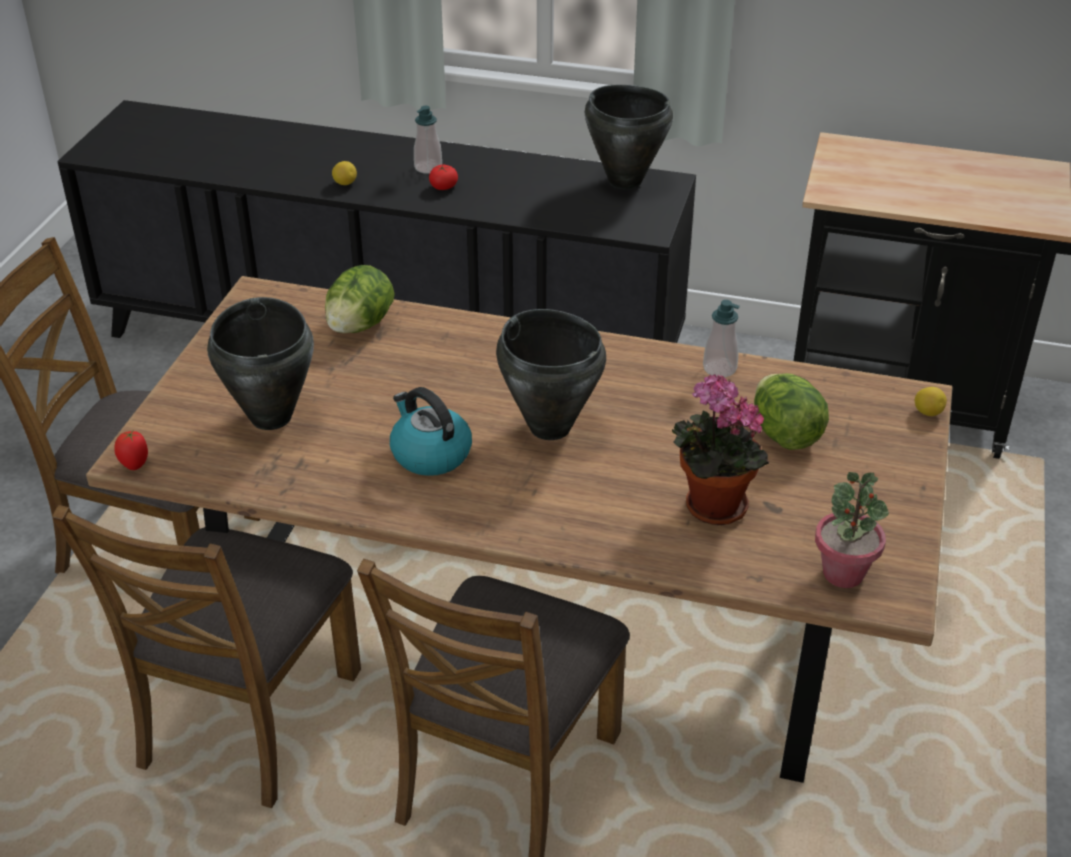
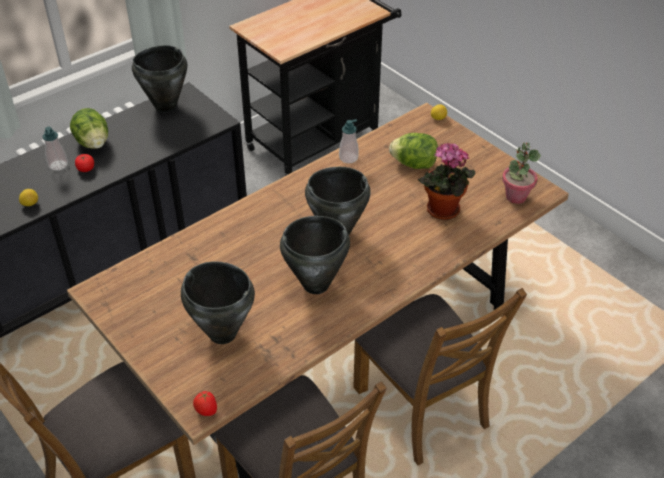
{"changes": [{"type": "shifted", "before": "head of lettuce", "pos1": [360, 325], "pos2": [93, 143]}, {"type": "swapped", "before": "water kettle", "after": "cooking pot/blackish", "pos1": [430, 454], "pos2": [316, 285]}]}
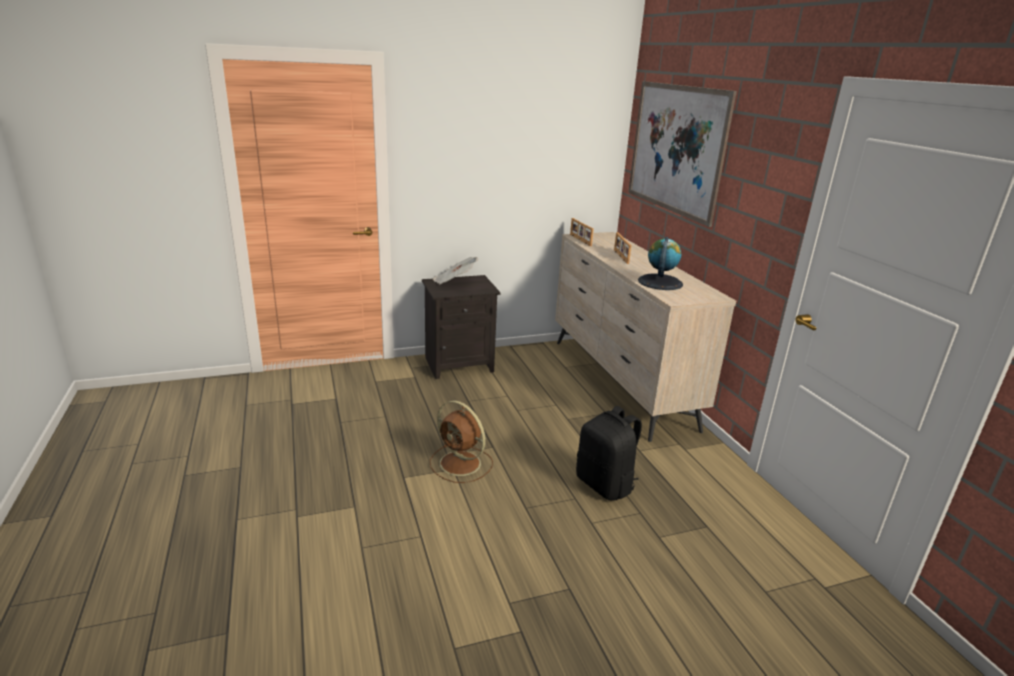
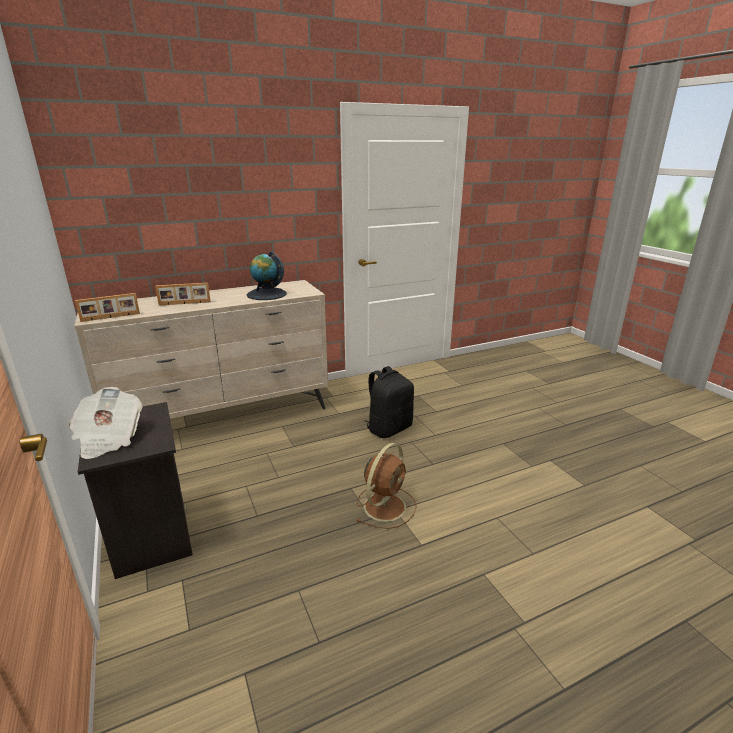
{"changes": [{"type": "gone", "before": "picture", "pos1": [675, 149]}]}
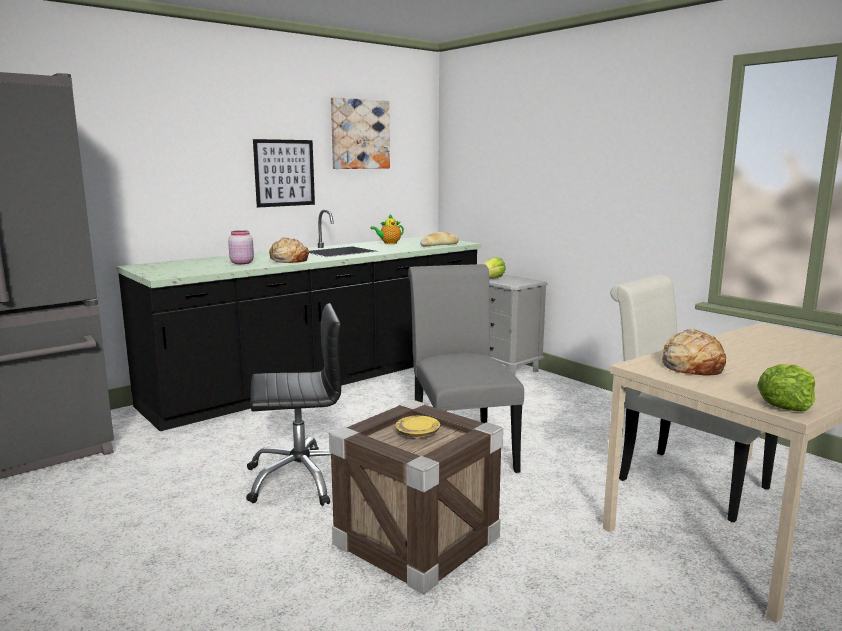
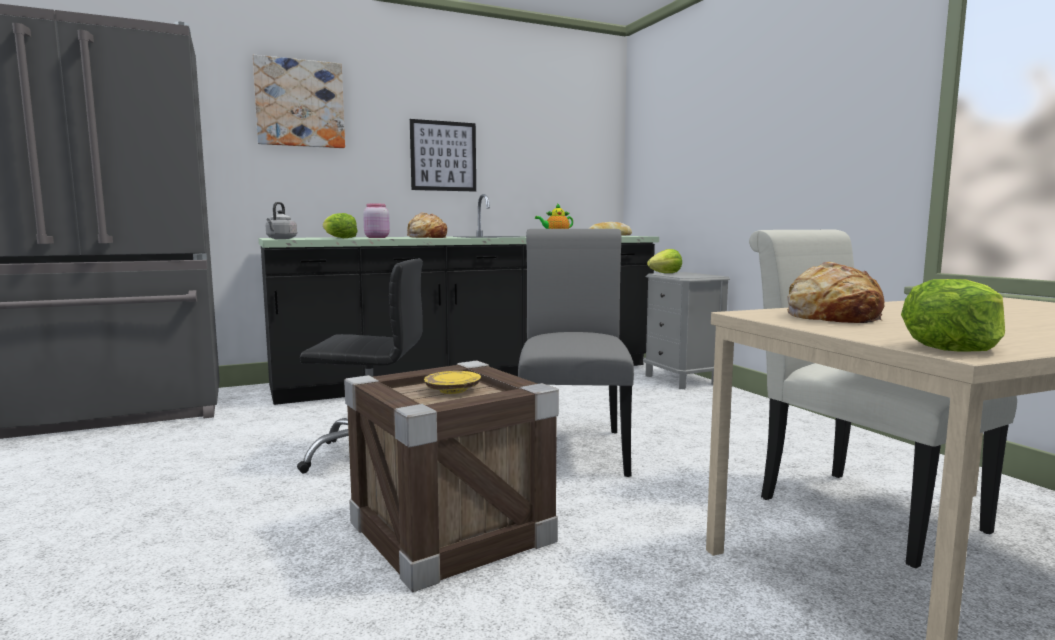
{"changes": [{"type": "new", "after": "water kettle/grey", "pos2": [281, 239]}, {"type": "new", "after": "head of lettuce", "pos2": [339, 238]}, {"type": "shifted", "before": "picture", "pos1": [359, 134], "pos2": [300, 103]}]}
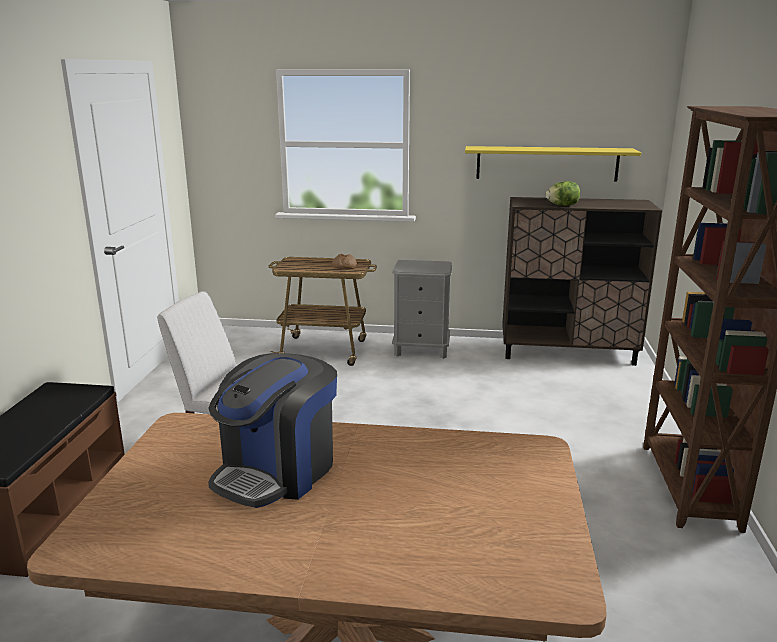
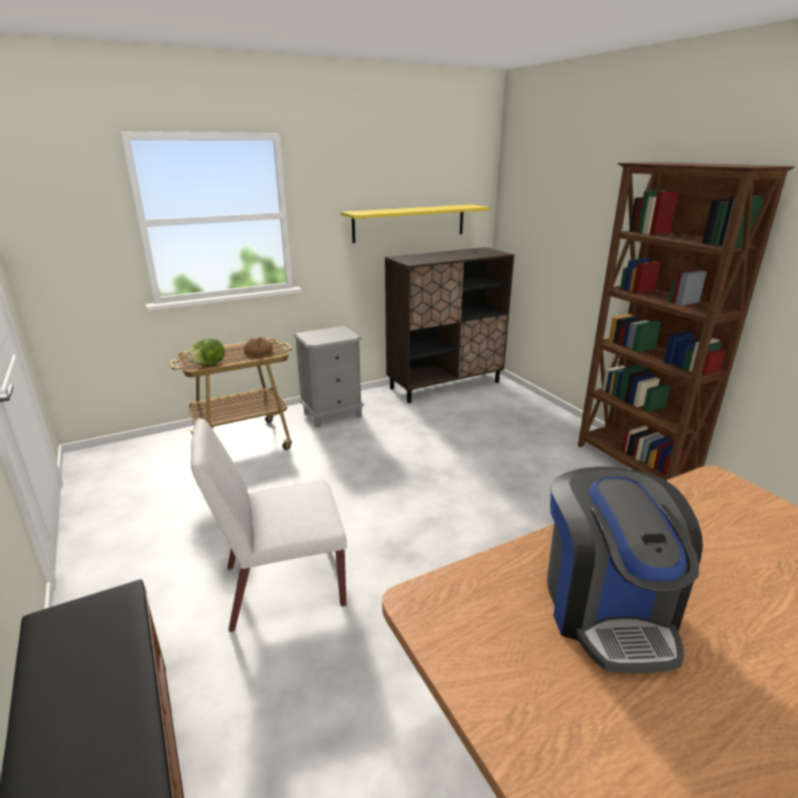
{"changes": [{"type": "shifted", "before": "head of lettuce", "pos1": [562, 205], "pos2": [208, 364]}]}
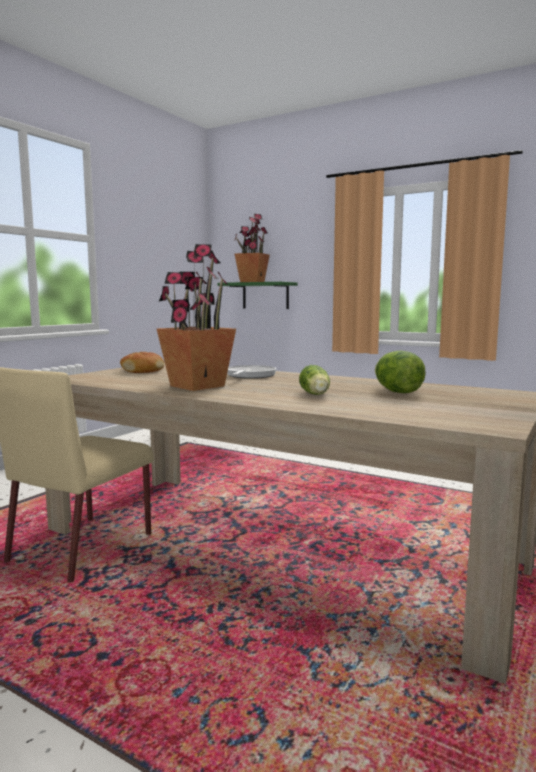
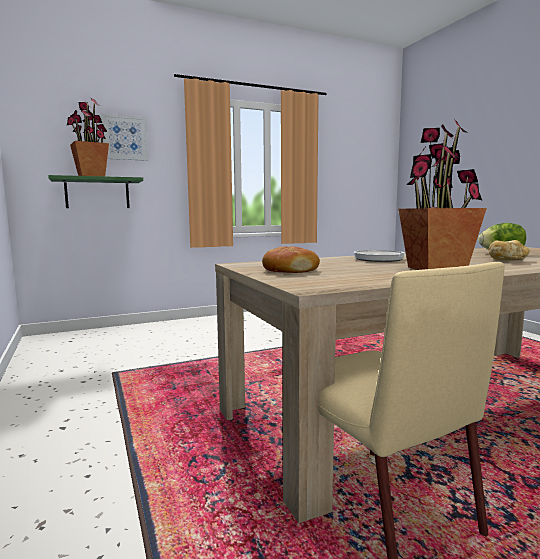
{"changes": [{"type": "new", "after": "picture", "pos2": [125, 138]}, {"type": "swapped", "before": "head of lettuce", "after": "bakery bread", "pos1": [315, 394], "pos2": [507, 260]}]}
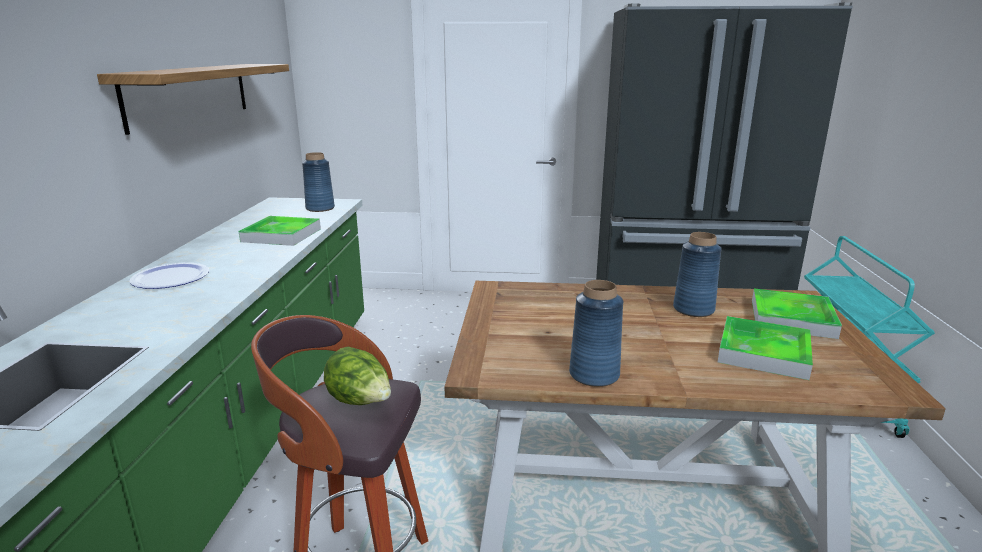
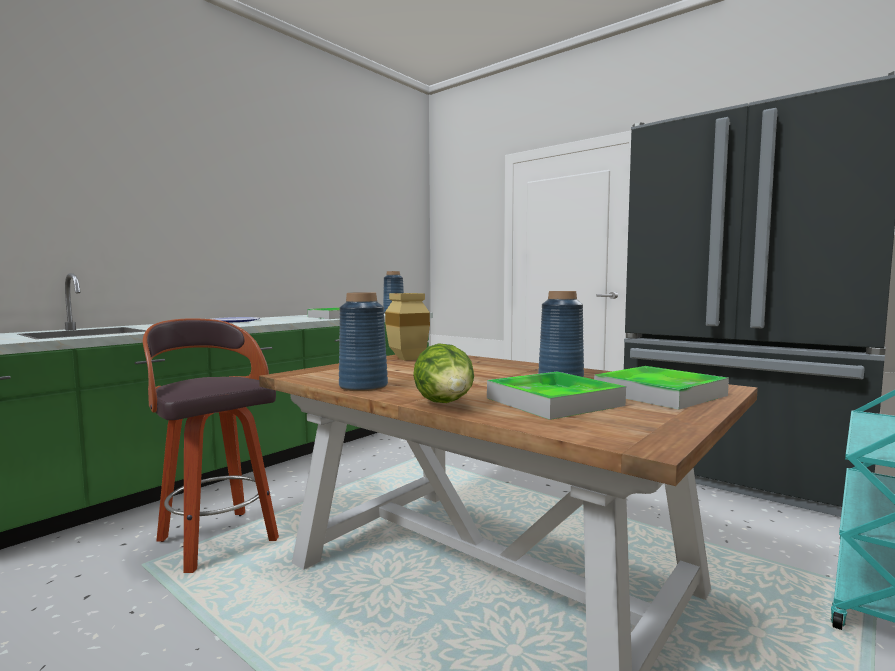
{"changes": [{"type": "gone", "before": "wall shelf", "pos1": [190, 94]}, {"type": "new", "after": "flower vase/beige", "pos2": [405, 359]}, {"type": "shifted", "before": "head of lettuce", "pos1": [360, 402], "pos2": [445, 404]}]}
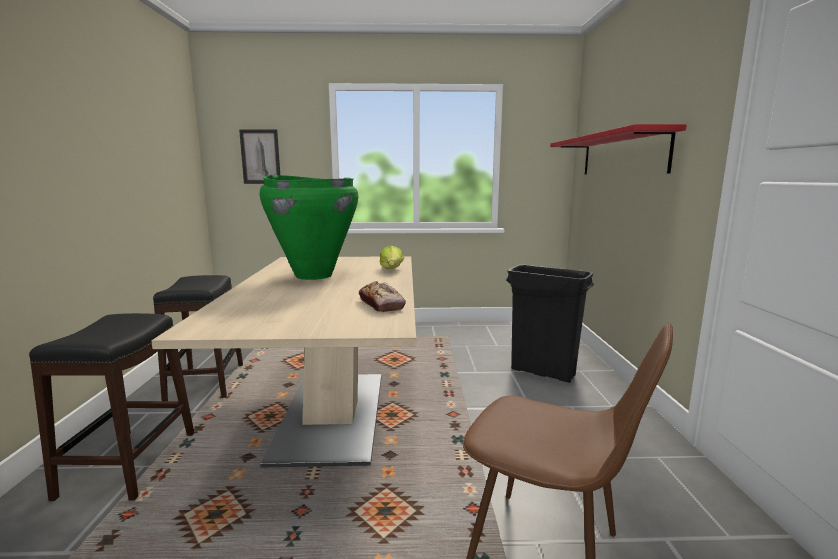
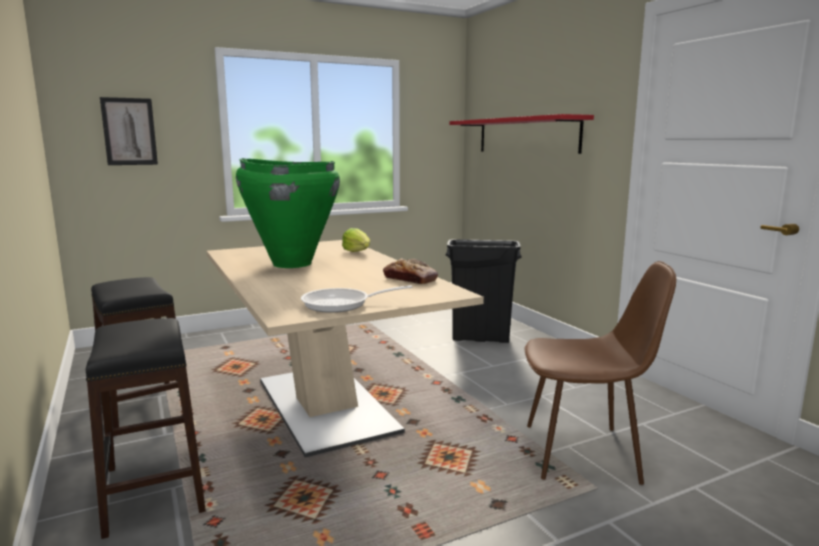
{"changes": [{"type": "new", "after": "pan", "pos2": [342, 304]}]}
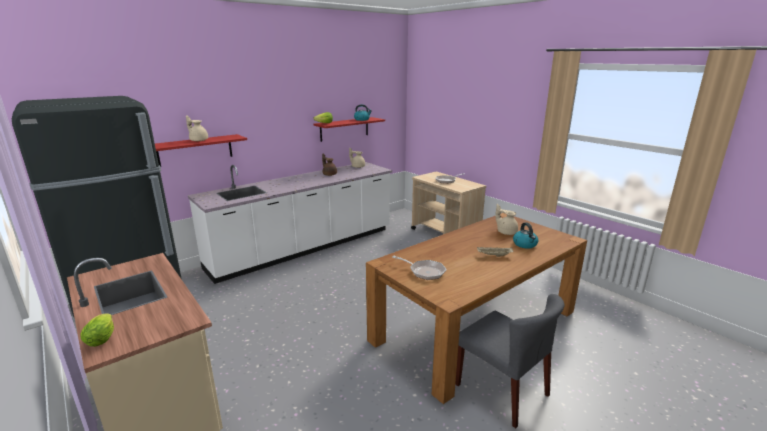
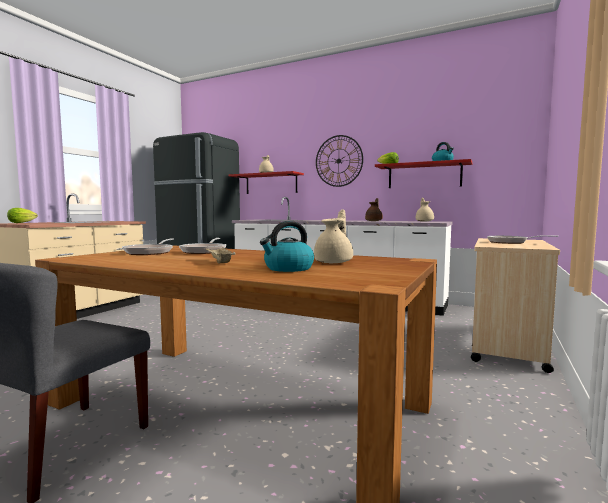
{"changes": [{"type": "new", "after": "pan", "pos2": [205, 251]}, {"type": "new", "after": "hanging clock", "pos2": [338, 161]}]}
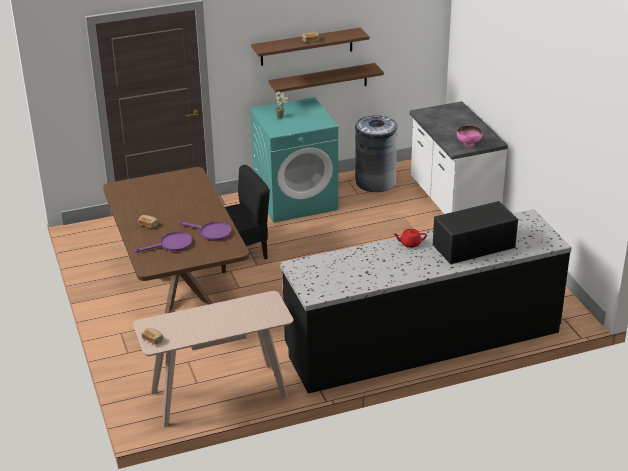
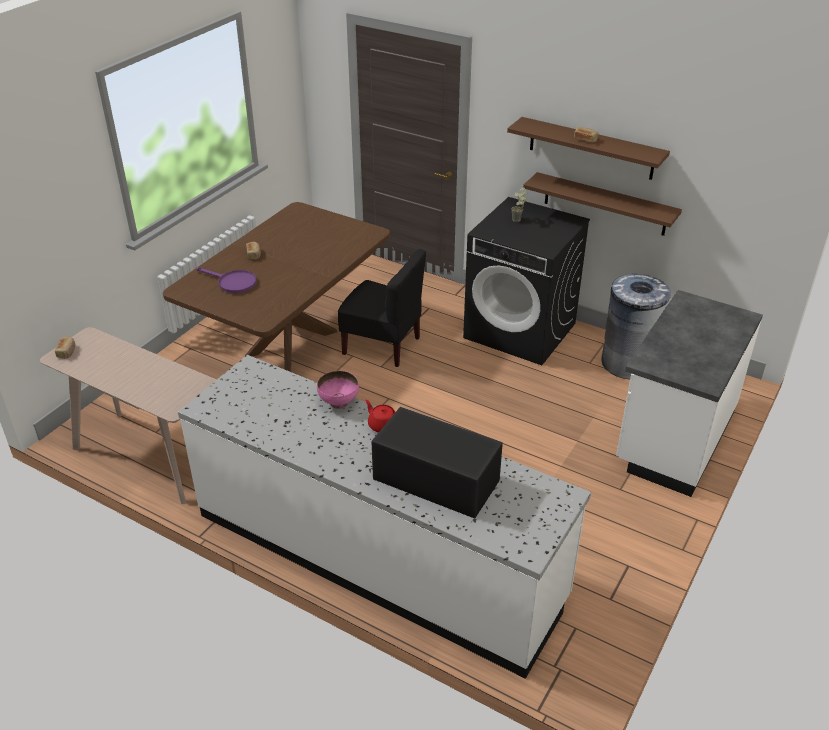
{"changes": [{"type": "gone", "before": "pan/purple-coloured", "pos1": [211, 232]}, {"type": "shifted", "before": "bowl/pinkish", "pos1": [468, 144], "pos2": [338, 402]}, {"type": "repainted", "before": "laundry machine/turquoise", "after": "laundry machine/blackish", "pos1": [296, 200], "pos2": [520, 330]}, {"type": "repainted", "before": "kitchen base unit/blackish", "after": "kitchen base unit/whitish", "pos1": [422, 340], "pos2": [378, 555]}]}
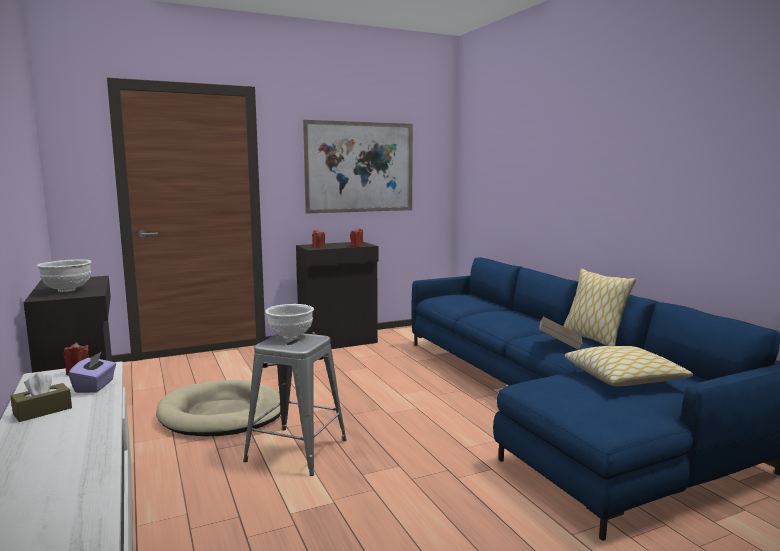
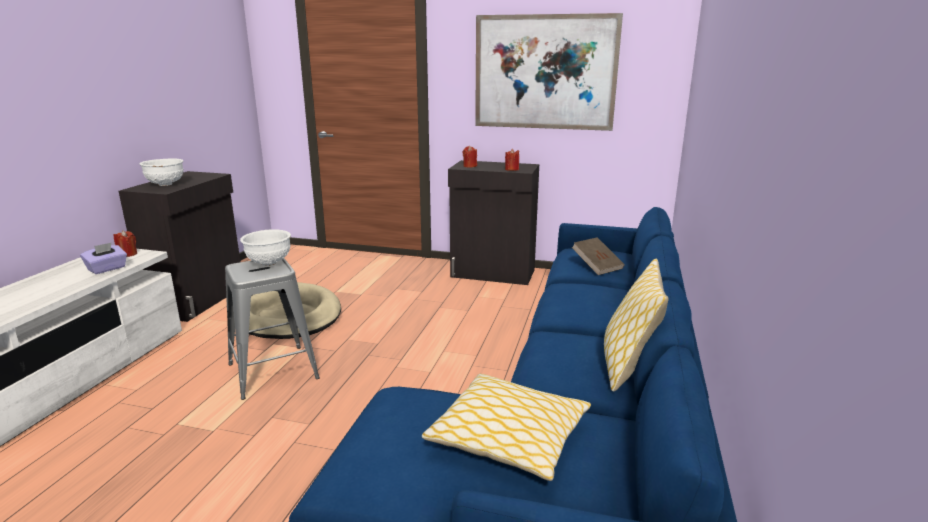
{"changes": [{"type": "gone", "before": "tissue box/brown", "pos1": [42, 411]}, {"type": "shifted", "before": "book/brown", "pos1": [560, 344], "pos2": [597, 266]}]}
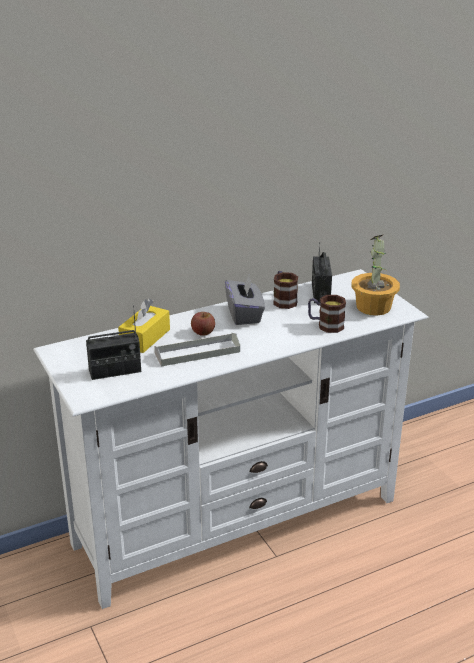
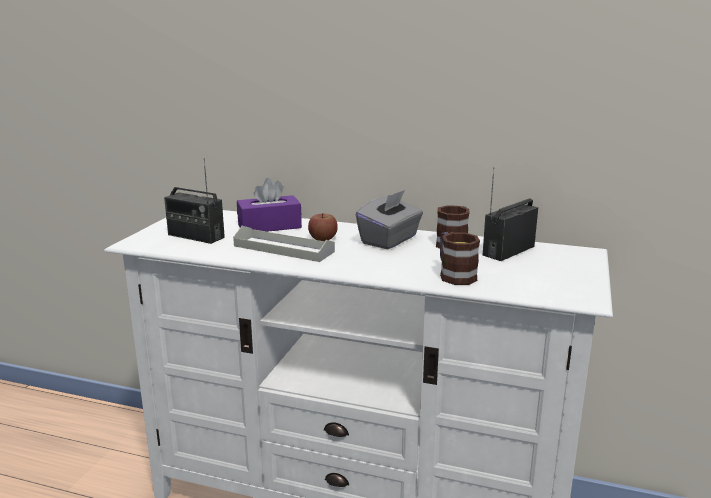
{"changes": [{"type": "gone", "before": "plant in a pot", "pos1": [373, 307]}, {"type": "repainted", "before": "tissue box/yellow", "after": "tissue box/purple-coloured", "pos1": [145, 338], "pos2": [269, 226]}]}
